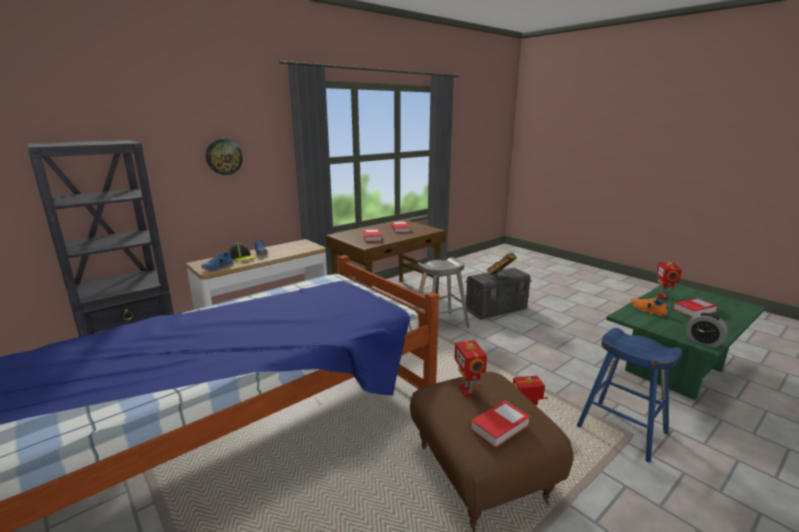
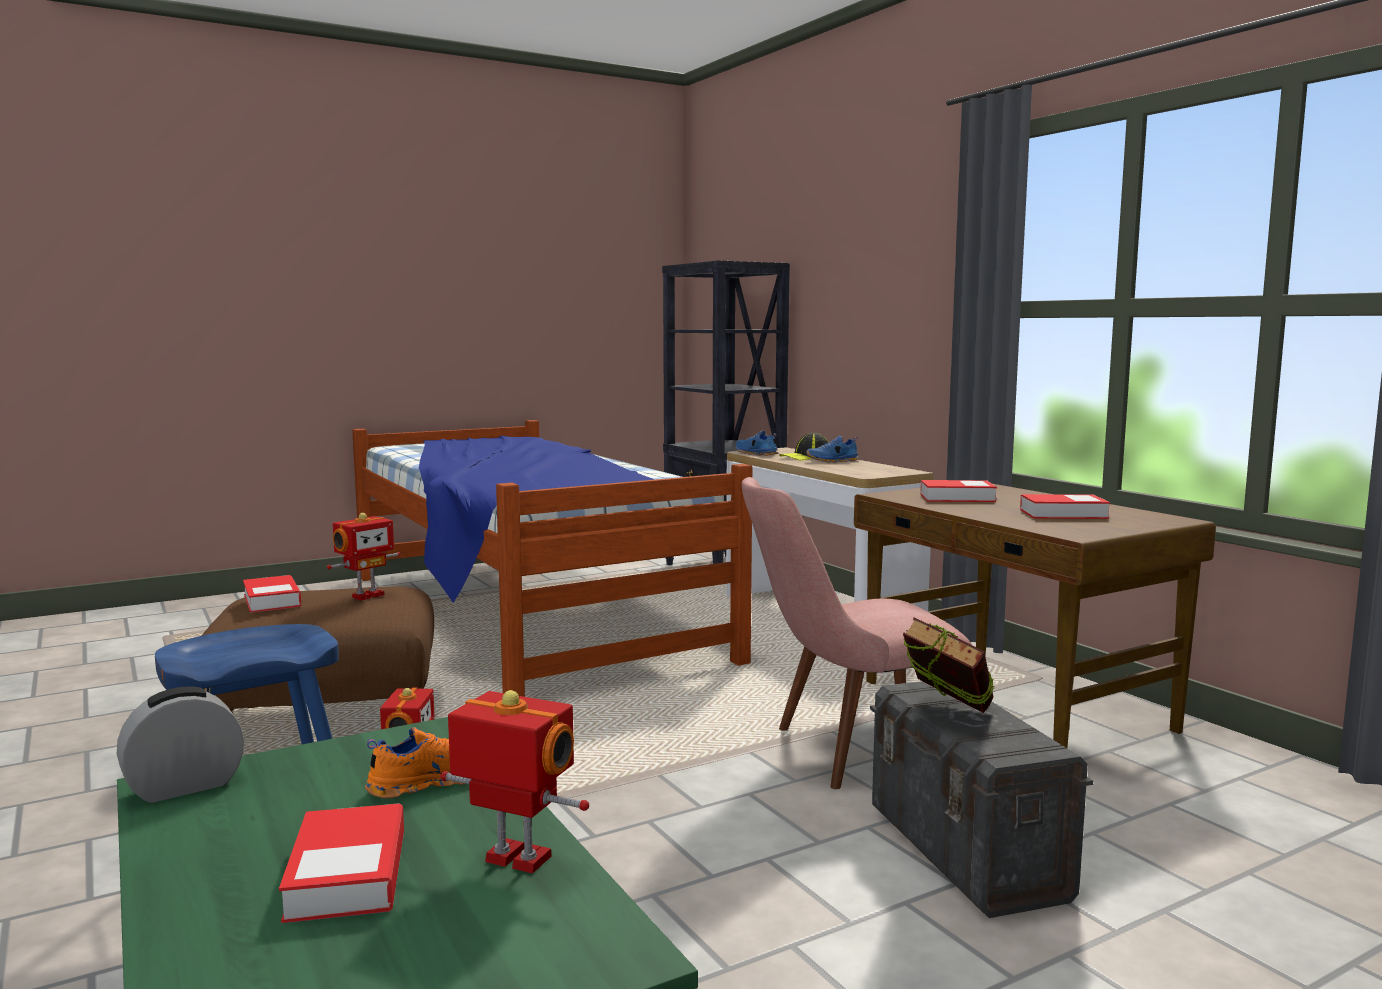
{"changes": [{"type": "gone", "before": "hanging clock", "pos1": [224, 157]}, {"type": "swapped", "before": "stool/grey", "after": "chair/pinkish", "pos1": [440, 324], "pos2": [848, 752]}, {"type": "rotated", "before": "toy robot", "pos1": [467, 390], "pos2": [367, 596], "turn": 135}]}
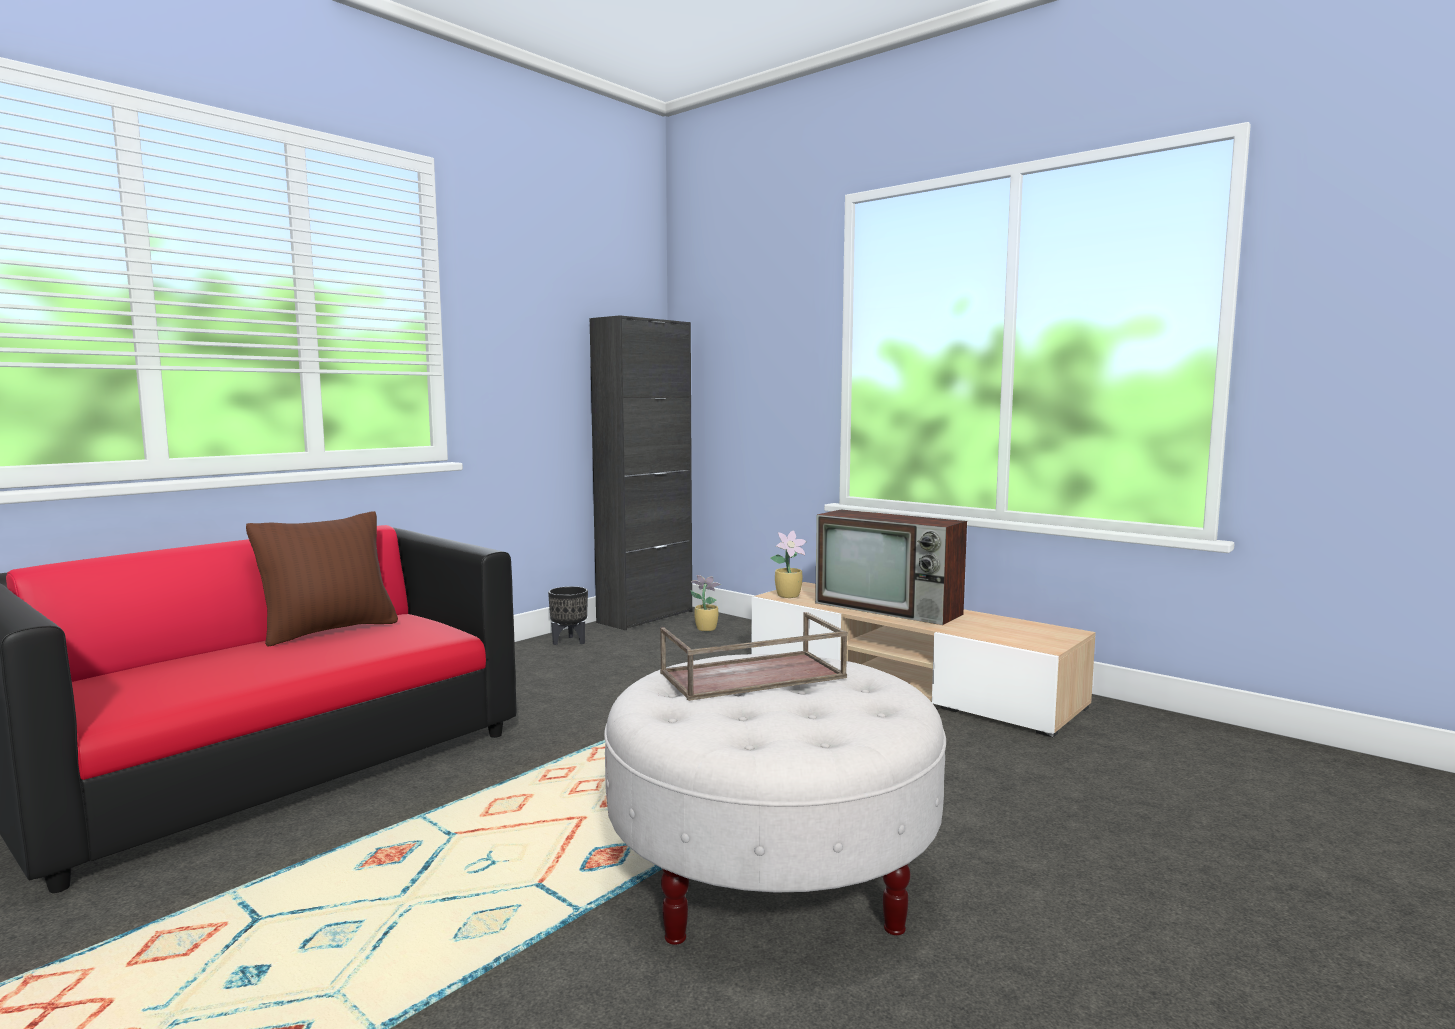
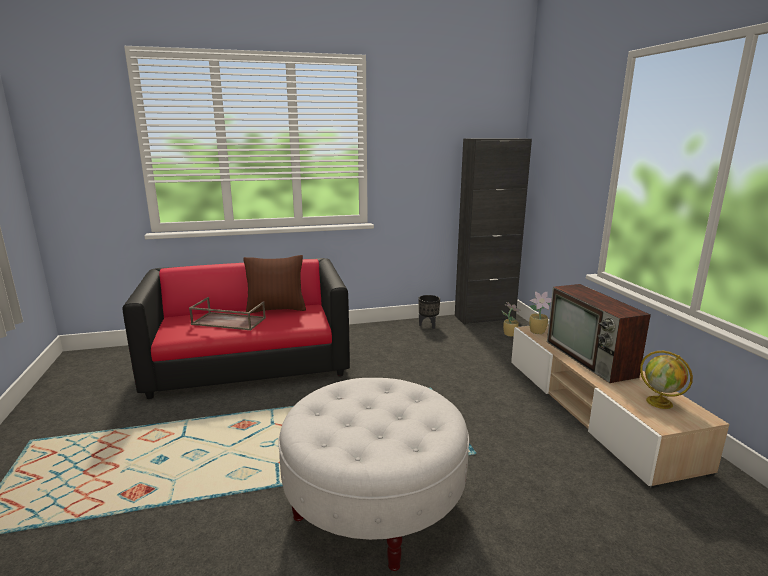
{"changes": [{"type": "new", "after": "world globe", "pos2": [660, 402]}, {"type": "shifted", "before": "serving tray/brown", "pos1": [751, 676], "pos2": [228, 321]}]}
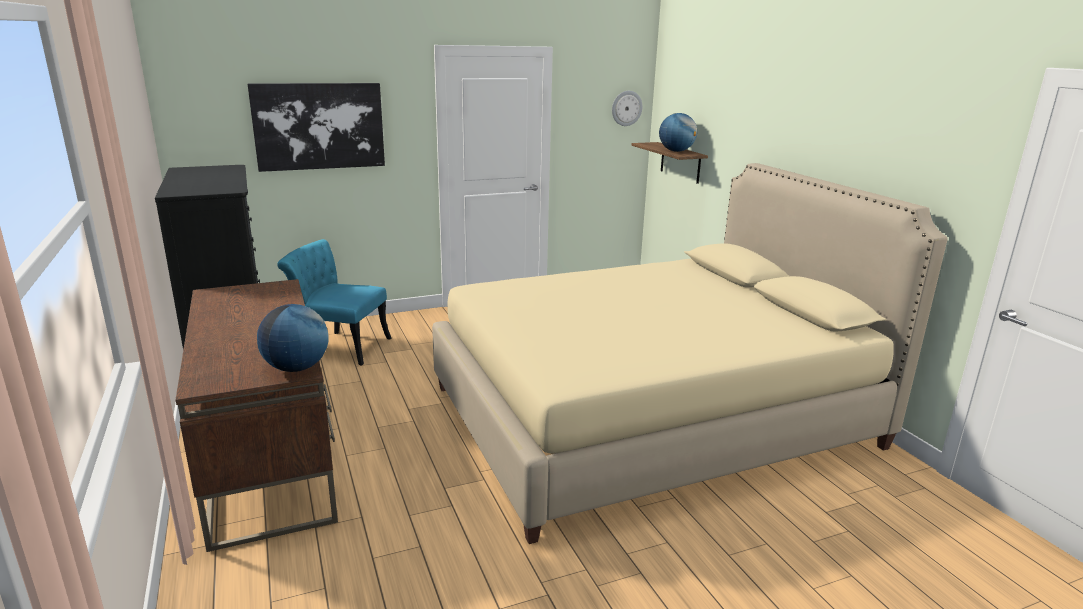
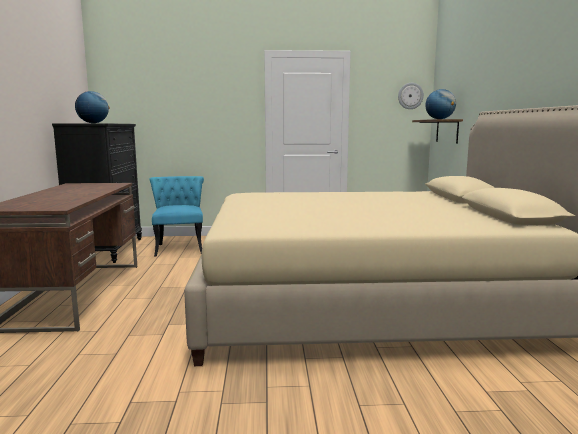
{"changes": [{"type": "gone", "before": "picture", "pos1": [319, 126]}, {"type": "shifted", "before": "world globe", "pos1": [296, 368], "pos2": [93, 123]}, {"type": "rotated", "before": "chair/turquoise", "pos1": [339, 346], "pos2": [179, 247], "turn": 45}]}
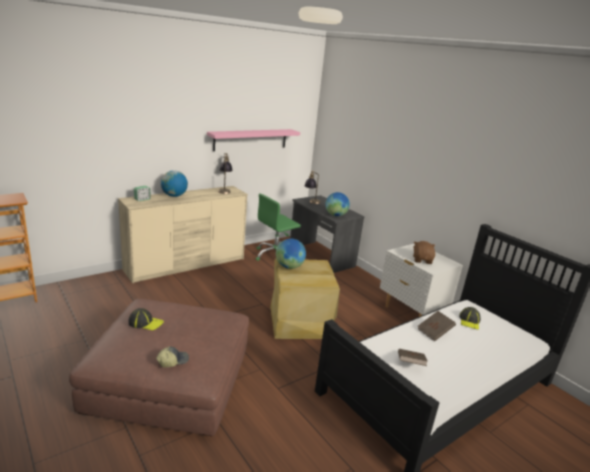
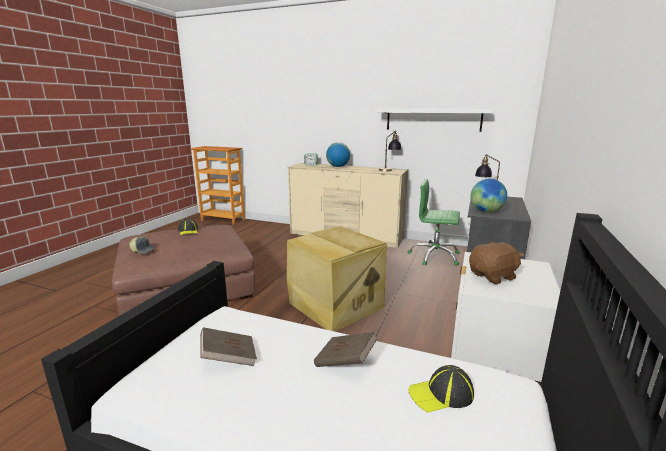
{"changes": [{"type": "gone", "before": "world globe", "pos1": [289, 267]}, {"type": "repainted", "before": "wall shelf/pinkish", "after": "wall shelf/whitish", "pos1": [251, 139], "pos2": [433, 119]}]}
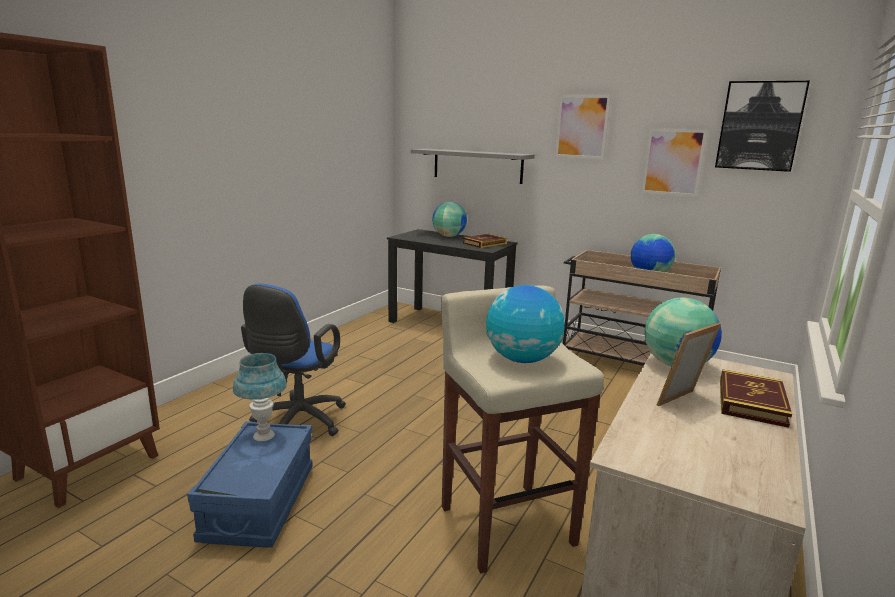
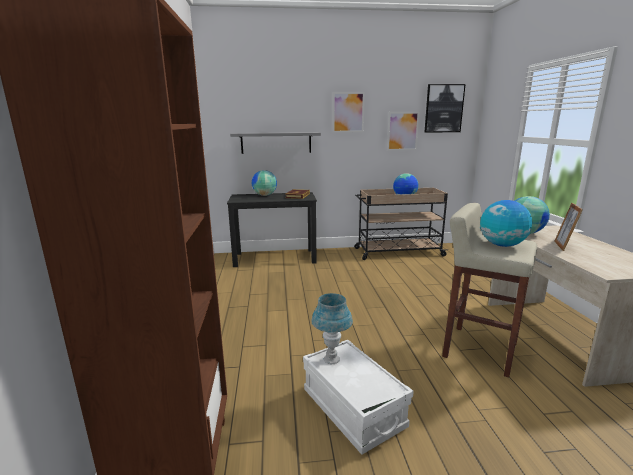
{"changes": [{"type": "gone", "before": "computer chair/blue", "pos1": [296, 424]}, {"type": "gone", "before": "book", "pos1": [751, 402]}, {"type": "repainted", "before": "storage box/blue", "after": "storage box/whitish", "pos1": [259, 503], "pos2": [353, 409]}]}
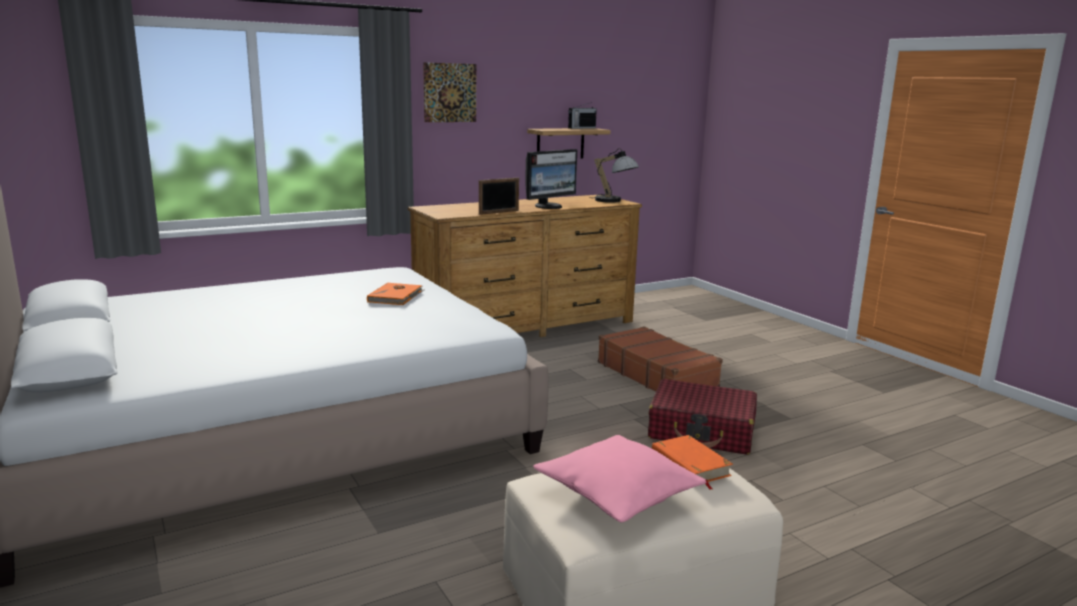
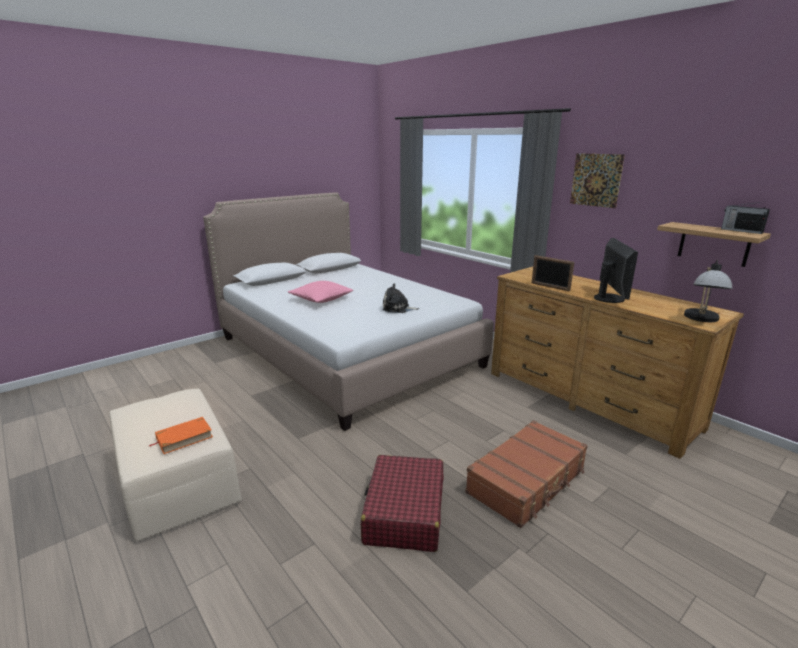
{"changes": [{"type": "shifted", "before": "throw pillow/pinkish", "pos1": [617, 494], "pos2": [321, 299]}, {"type": "swapped", "before": "book/orange-coloured", "after": "cuddly toy", "pos1": [396, 296], "pos2": [397, 308]}, {"type": "rotated", "before": "monitor", "pos1": [549, 206], "pos2": [610, 298], "turn": -120}]}
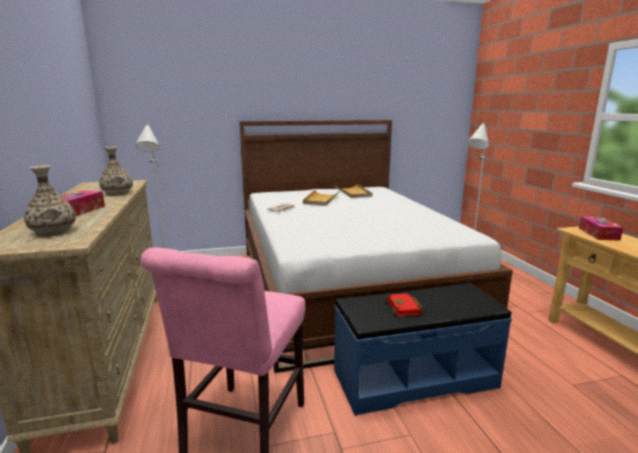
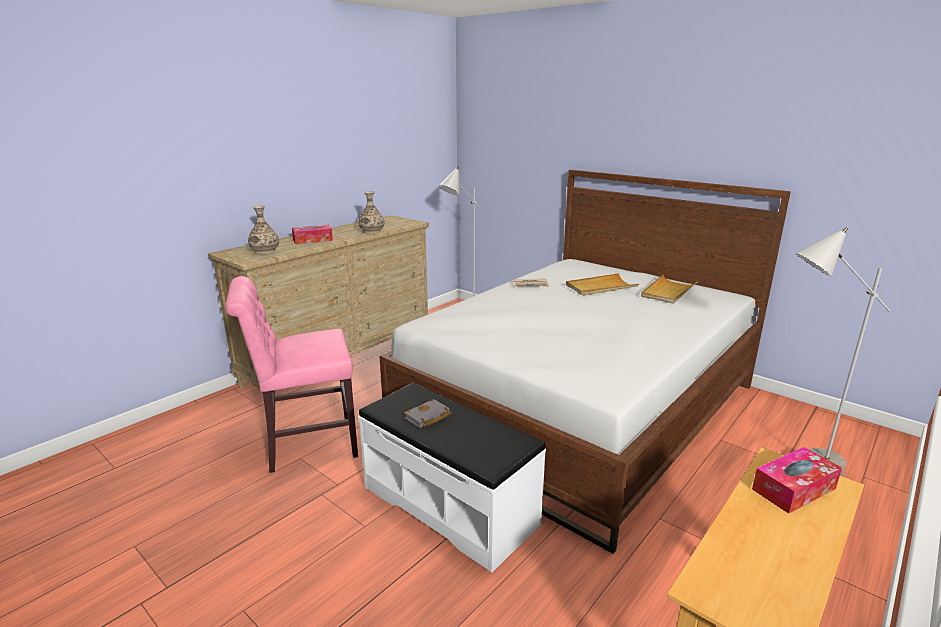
{"changes": [{"type": "repainted", "before": "bench/blue", "after": "bench/whitish", "pos1": [414, 378], "pos2": [449, 504]}, {"type": "repainted", "before": "book/reddish", "after": "book/grey", "pos1": [405, 308], "pos2": [427, 418]}]}
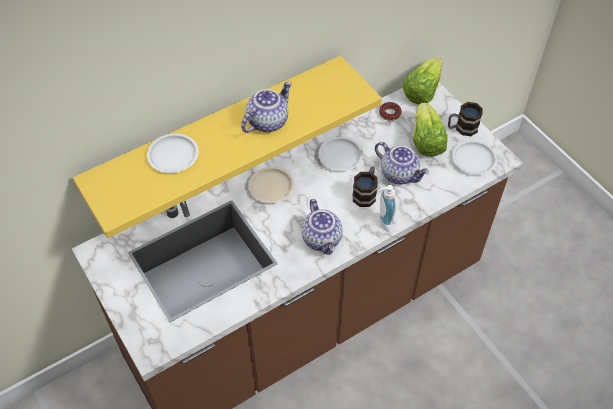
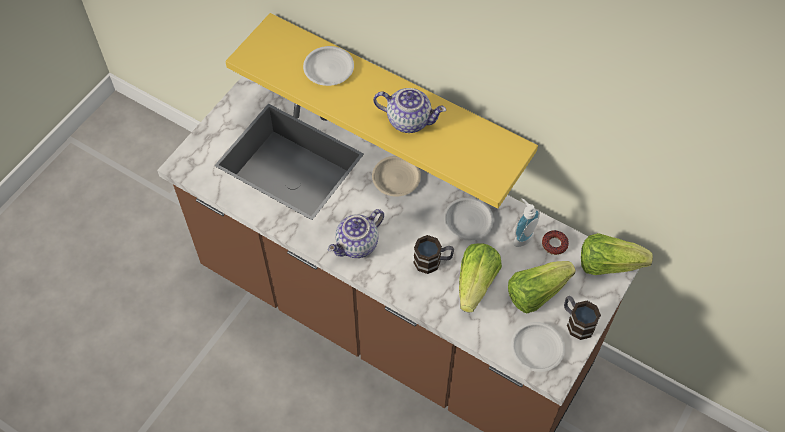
{"changes": [{"type": "shifted", "before": "liquid soap bottle", "pos1": [382, 222], "pos2": [521, 237]}, {"type": "swapped", "before": "pot for tea", "after": "head of lettuce", "pos1": [400, 174], "pos2": [476, 283]}]}
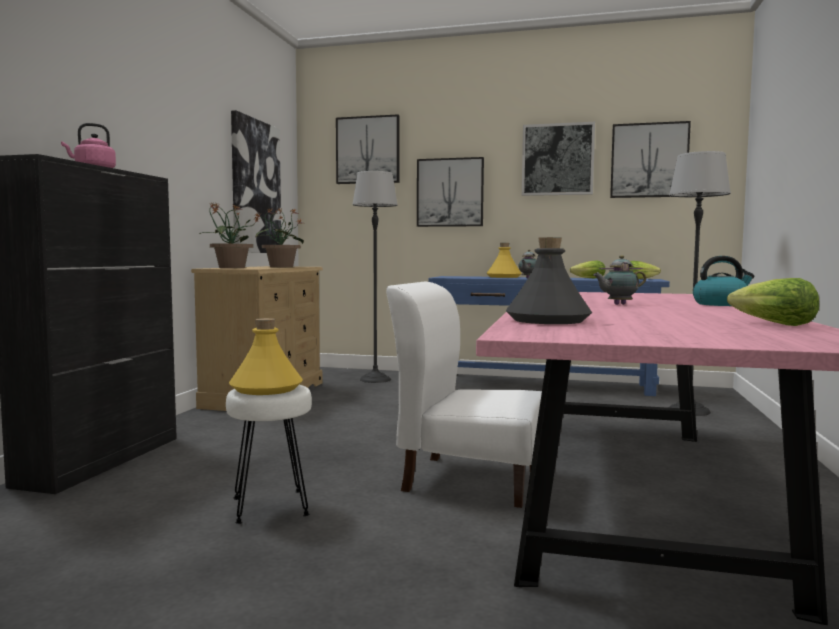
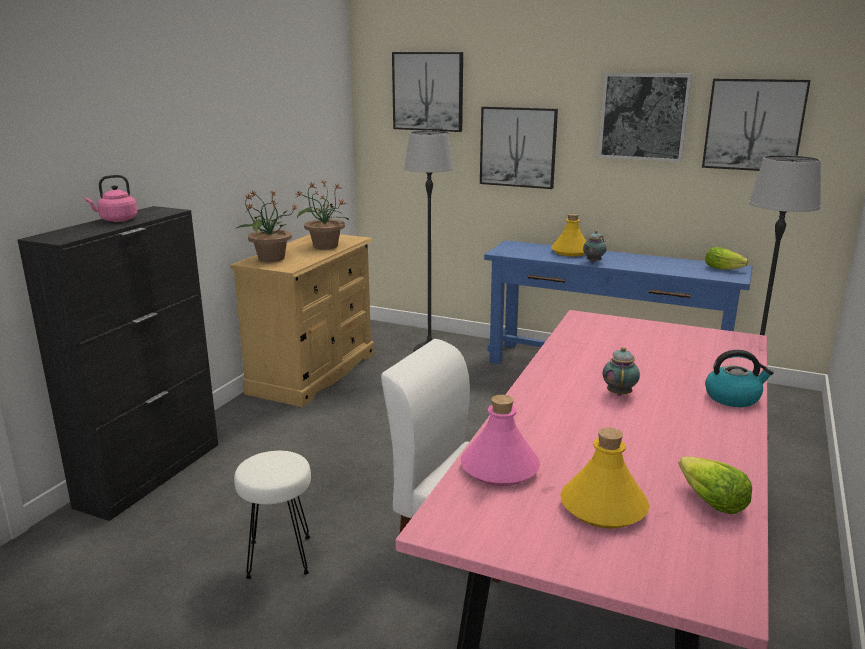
{"changes": [{"type": "gone", "before": "picture", "pos1": [255, 187]}, {"type": "gone", "before": "head of lettuce", "pos1": [586, 278]}, {"type": "shifted", "before": "drink bottle/yellow", "pos1": [266, 388], "pos2": [602, 507]}, {"type": "repainted", "before": "drink bottle/grey", "after": "drink bottle/pinkish", "pos1": [548, 320], "pos2": [500, 469]}, {"type": "rotated", "before": "pot for tea", "pos1": [618, 304], "pos2": [619, 393], "turn": 105}]}
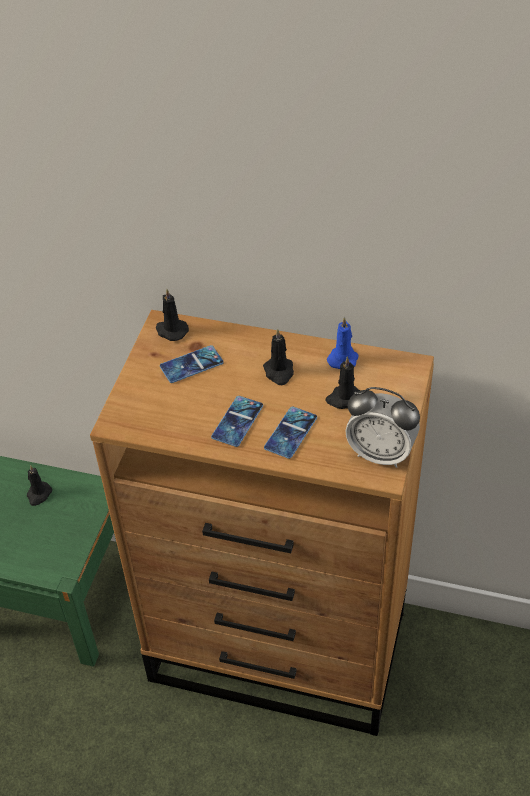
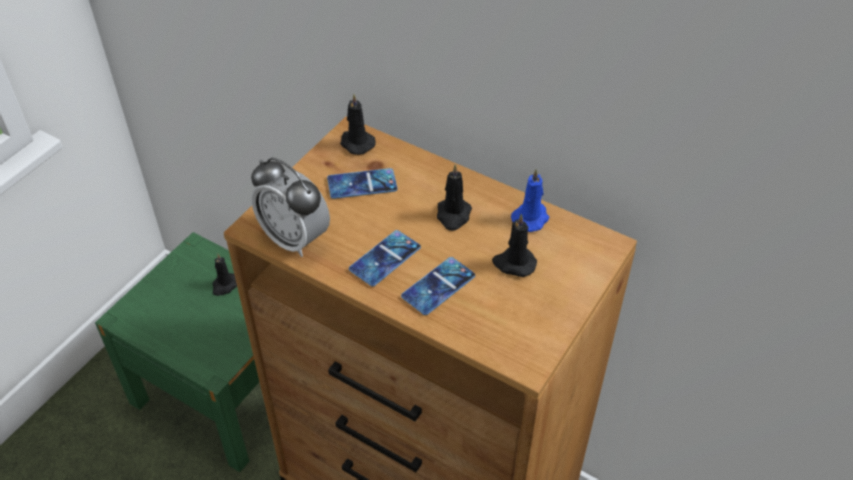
{"changes": [{"type": "shifted", "before": "table clock", "pos1": [380, 453], "pos2": [295, 239]}]}
